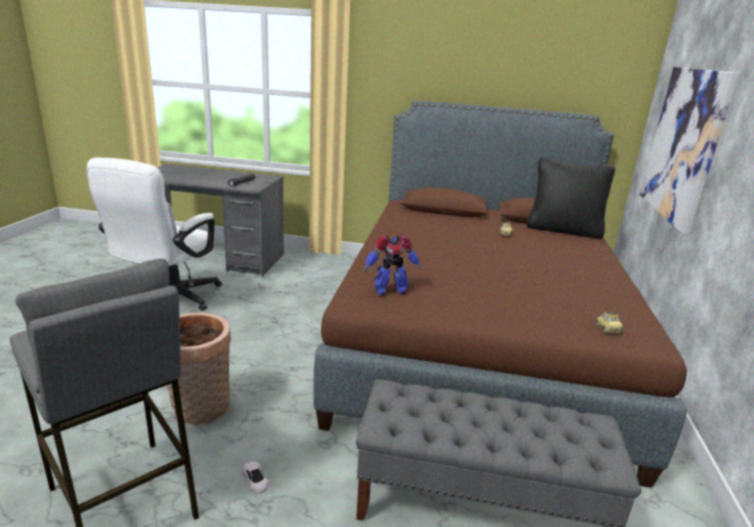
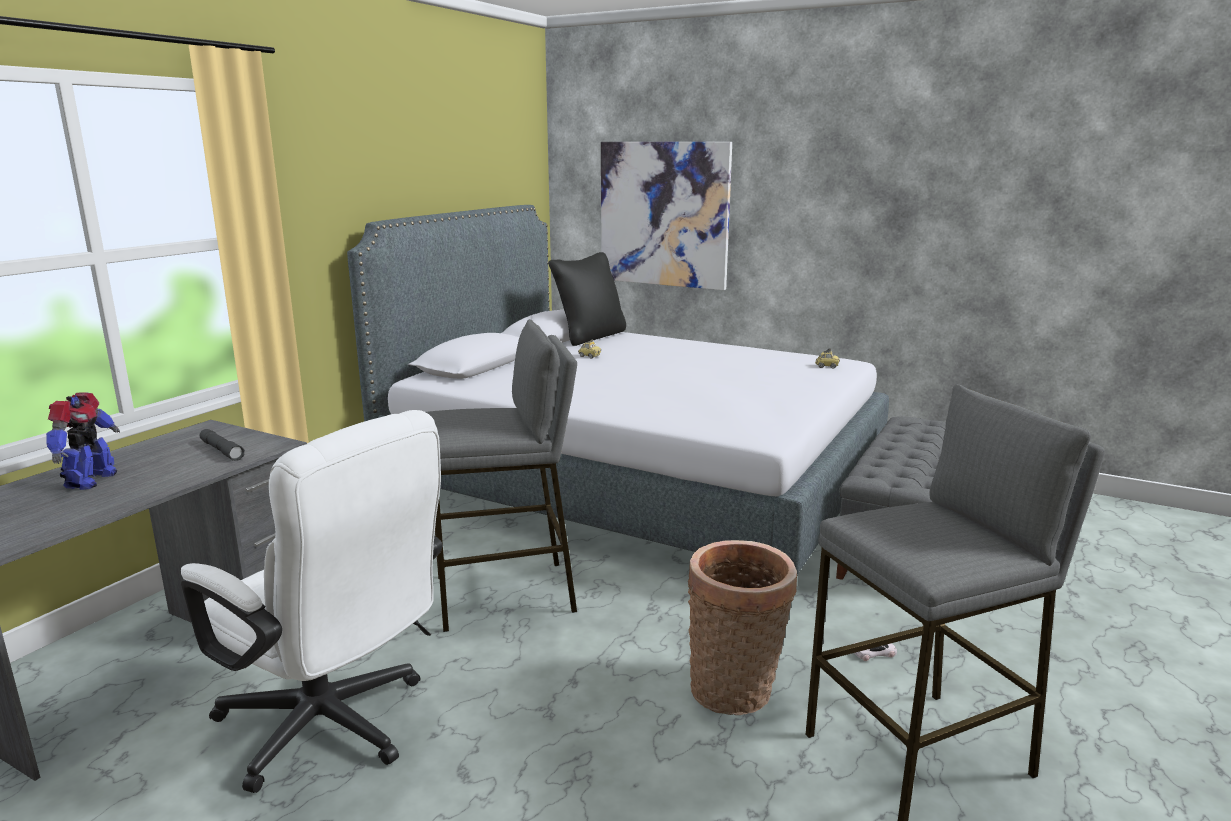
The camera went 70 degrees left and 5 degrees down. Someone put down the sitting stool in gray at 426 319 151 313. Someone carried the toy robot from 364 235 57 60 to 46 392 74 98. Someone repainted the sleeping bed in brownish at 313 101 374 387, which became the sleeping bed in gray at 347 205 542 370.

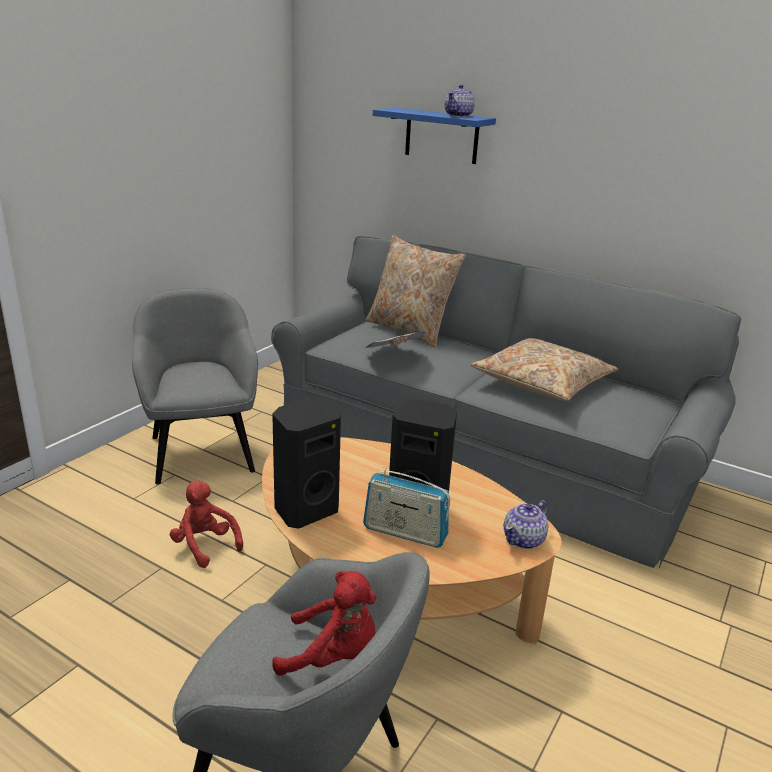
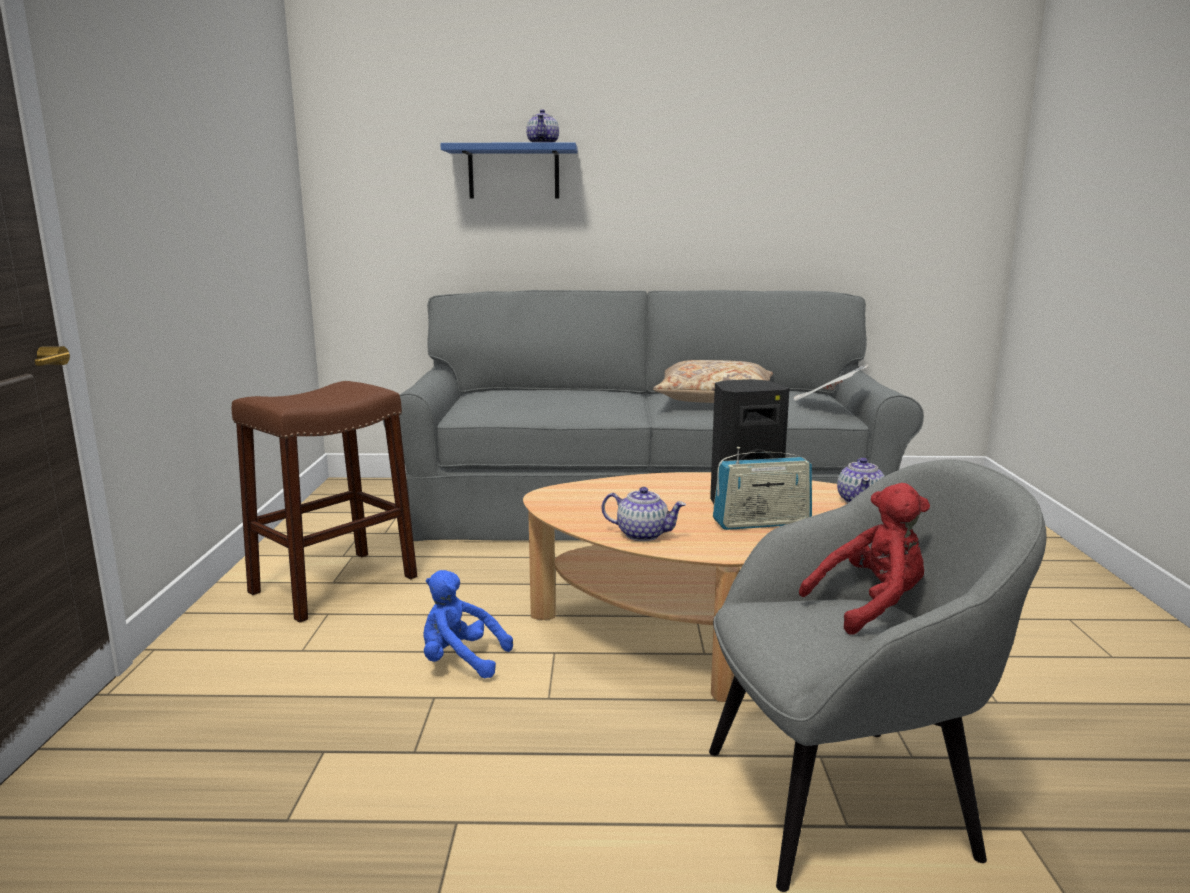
The camera went 30 degrees left and 10 degrees down. Someone took away the throw pillow in beige-coloured at 365 235 101 113. Someone carried the printed paper from 366 332 61 16 to 794 364 74 37. Someone swapped the armchair in gray at 132 288 126 196 for the sitting stool in brownish at 232 381 185 242. Someone swapped the loudspeaker in black-coloured at 272 400 69 128 for the tea pot at 602 487 84 54. Someone repainted the plush toy in red-coloured at 170 481 73 87, which became the plush toy in blue at 423 570 90 108.

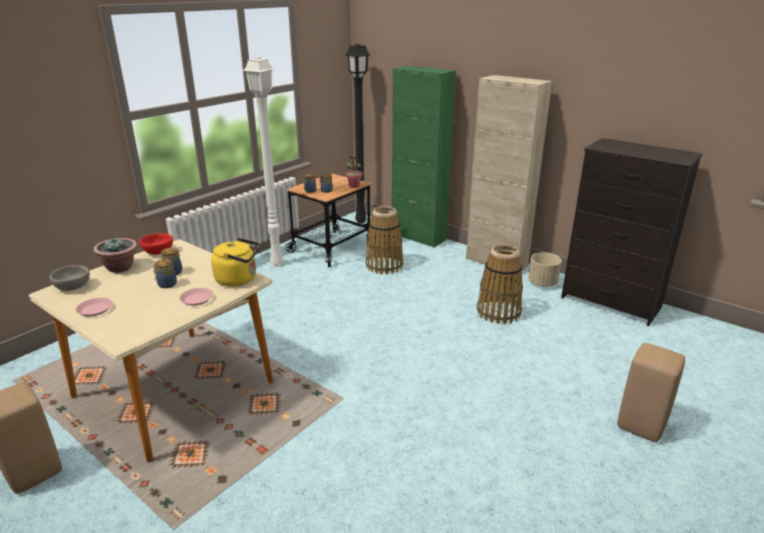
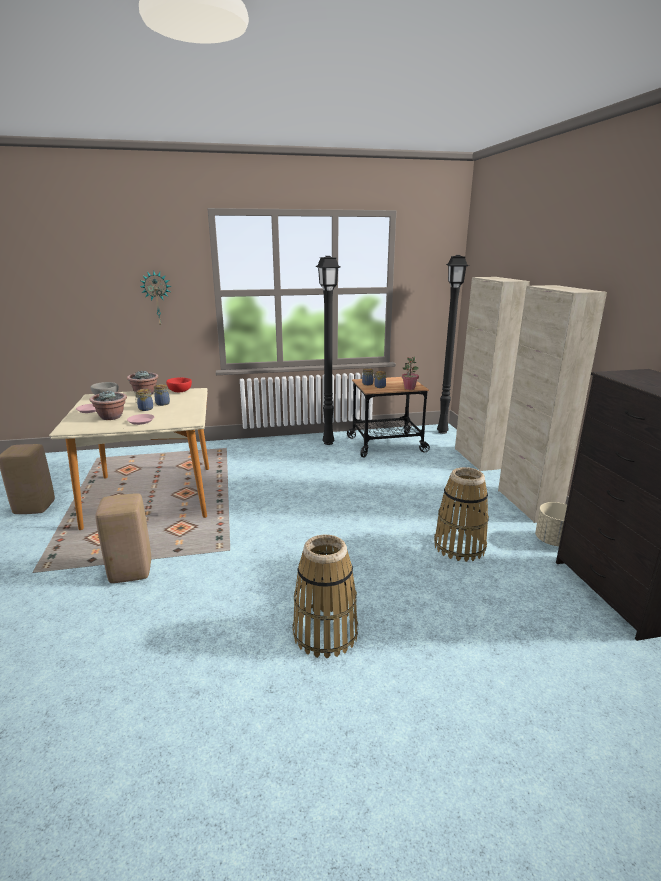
The camera went 40 degrees right and 5 degrees down. Someone took away the kettle in yellow at 211 238 49 49. Someone put down the houseplant at 90 391 37 29. Someone put up the wall clock at 140 271 31 56. Someone carried the household basket from 366 206 37 68 to 292 535 66 123. Someone carried the sitting stool in beige-coloured from 617 343 68 99 to 95 493 56 90. Someone repainted the standard lamp in white-coloured at 242 57 41 210, which became the standard lamp in black-coloured at 315 256 25 189. Someone repainted the cabinet in greenish at 392 66 64 182, which became the cabinet in beige-coloured at 455 277 75 194.

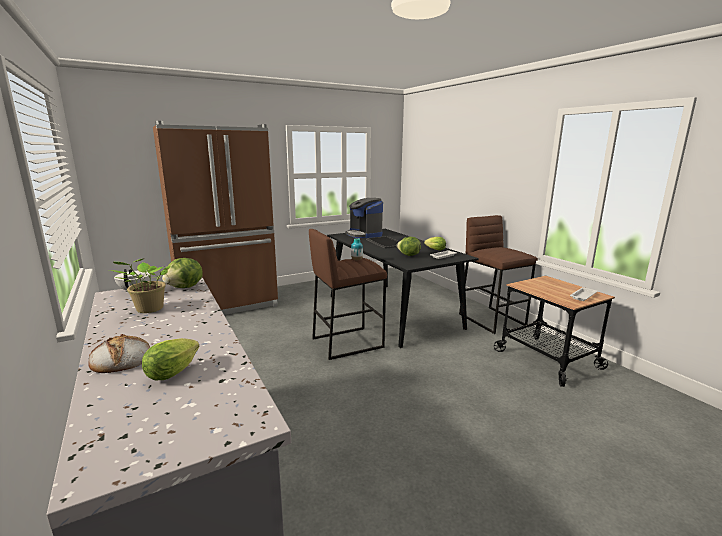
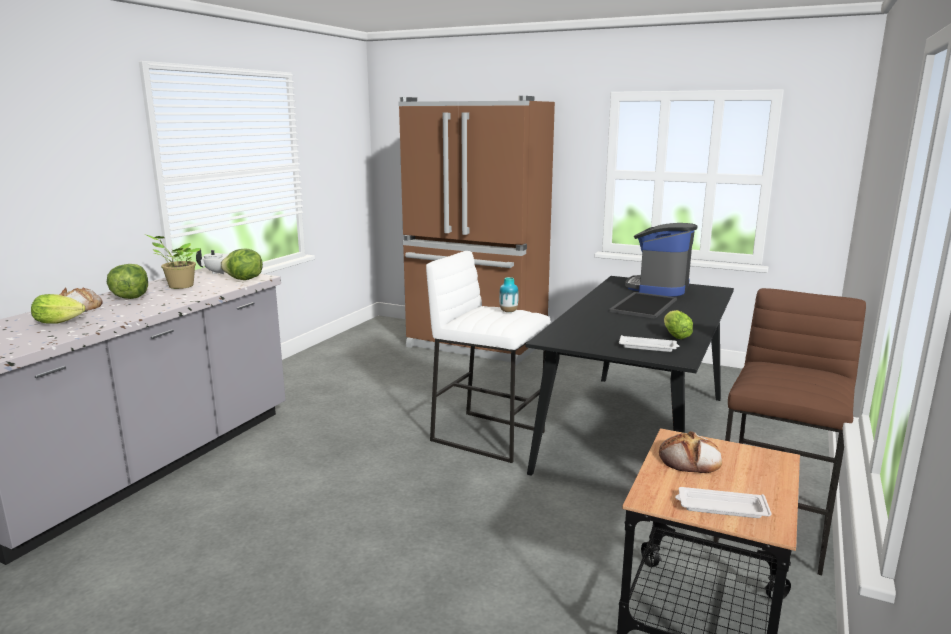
The camera went 55 degrees right and 0 degrees up. Someone put down the bread at 659 431 63 42. Someone carried the head of lettuce from 397 237 24 19 to 107 264 41 35. Someone repainted the sitting stool in brownish at 309 229 78 131, which became the sitting stool in white-coloured at 426 251 125 212.

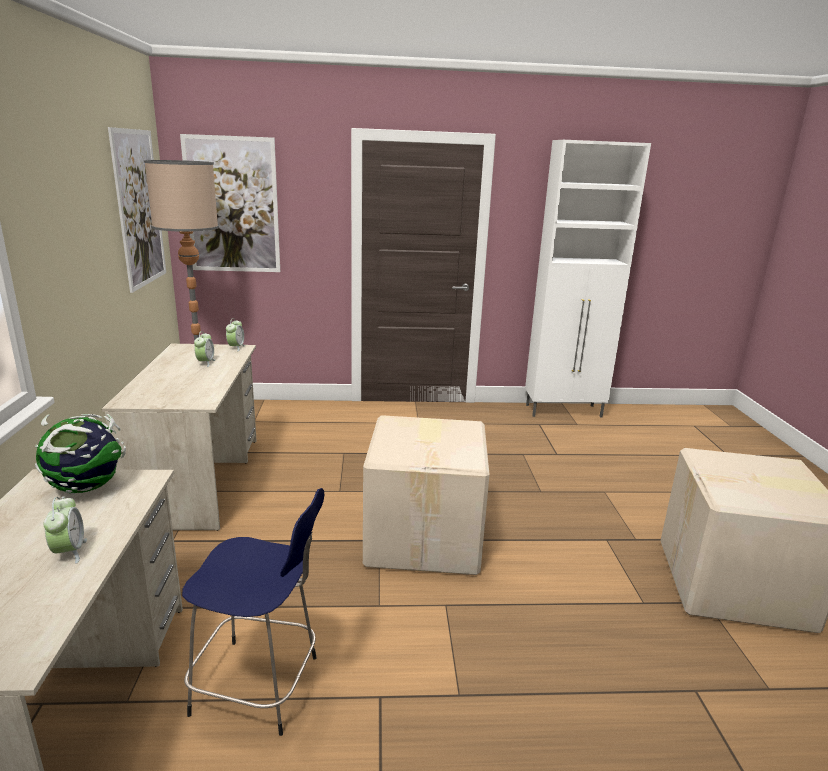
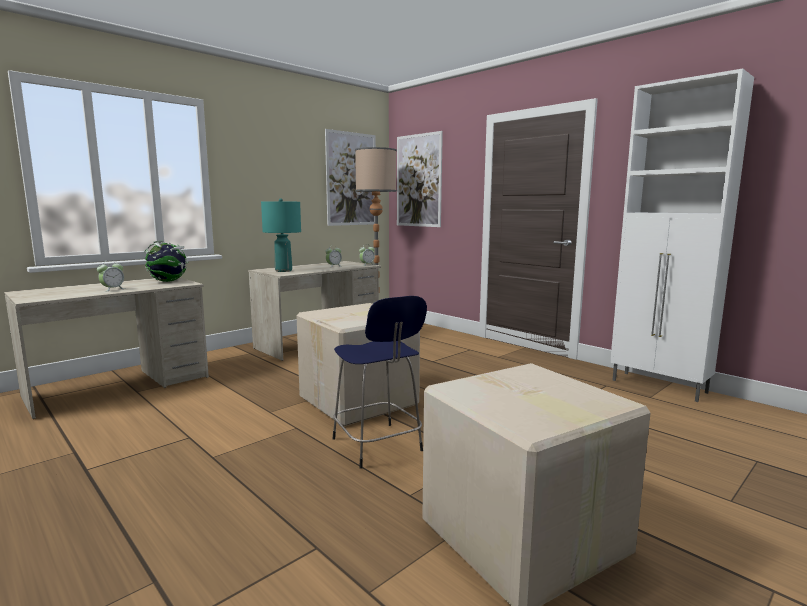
The camera went 50 degrees right and 10 degrees down. Someone put down the table lamp in turquoise-coloured at 261 199 40 73. Someone carried the sitting stool in blue from 182 488 142 248 to 332 296 95 173.

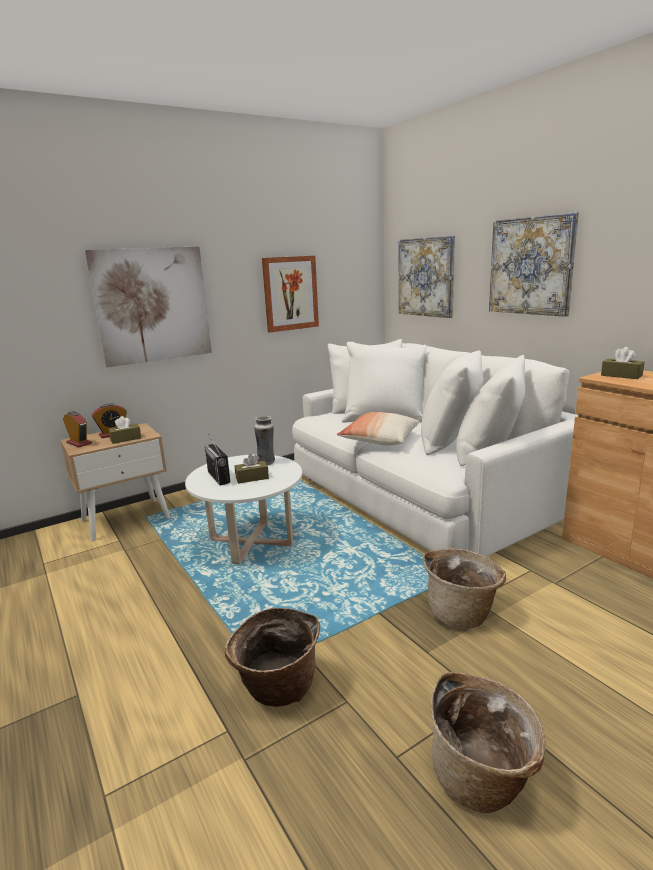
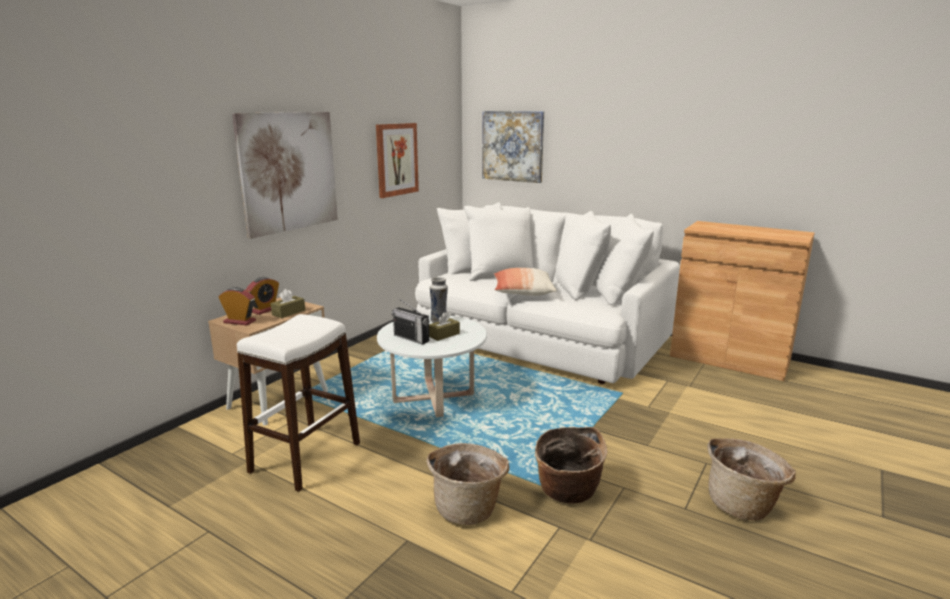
The camera went 25 degrees left and 0 degrees up. Someone took away the wall picture at 489 212 90 105. Someone took away the box of tissues in brownish at 601 347 44 32. Someone put down the sitting stool in white-coloured at 237 314 123 178. Someone carried the household basket from 423 548 83 81 to 426 443 83 82.

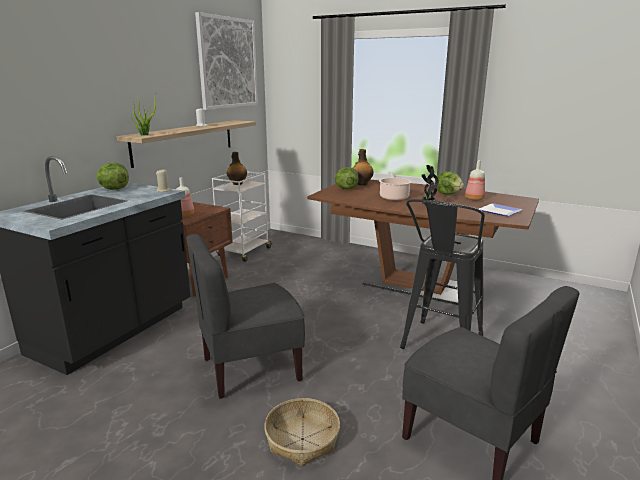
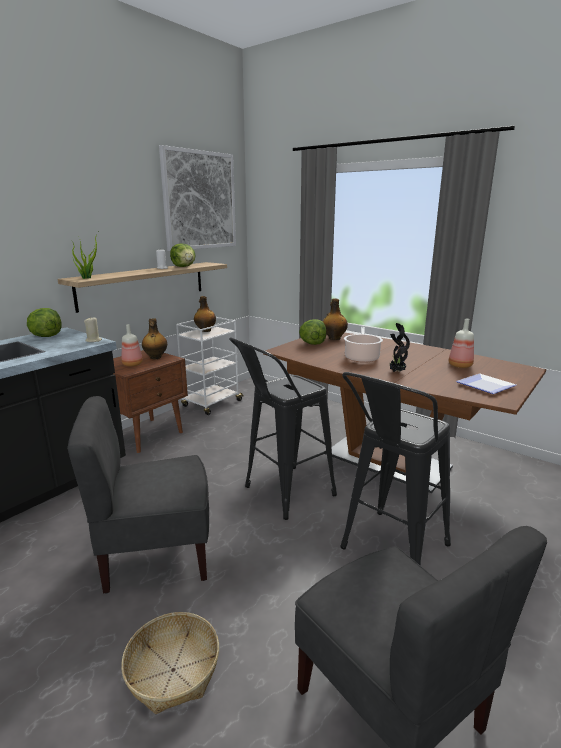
The camera went 10 degrees right and 0 degrees up. Someone put down the drink bottle at 142 318 25 41. Someone put down the sitting stool in black-coloured at 229 337 108 183. Someone carried the head of lettuce from 436 171 28 24 to 170 243 26 24.

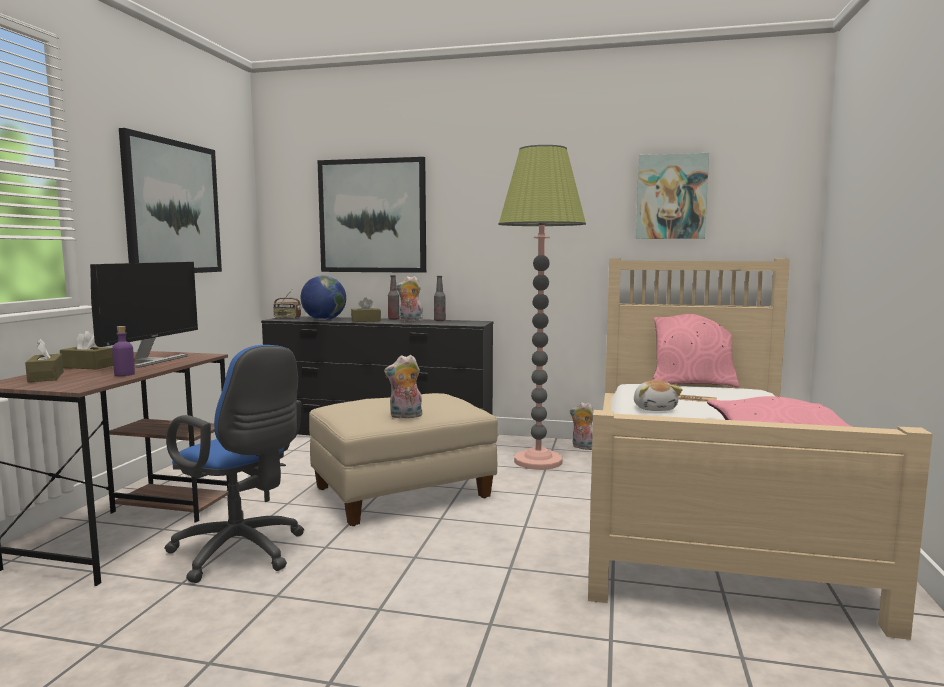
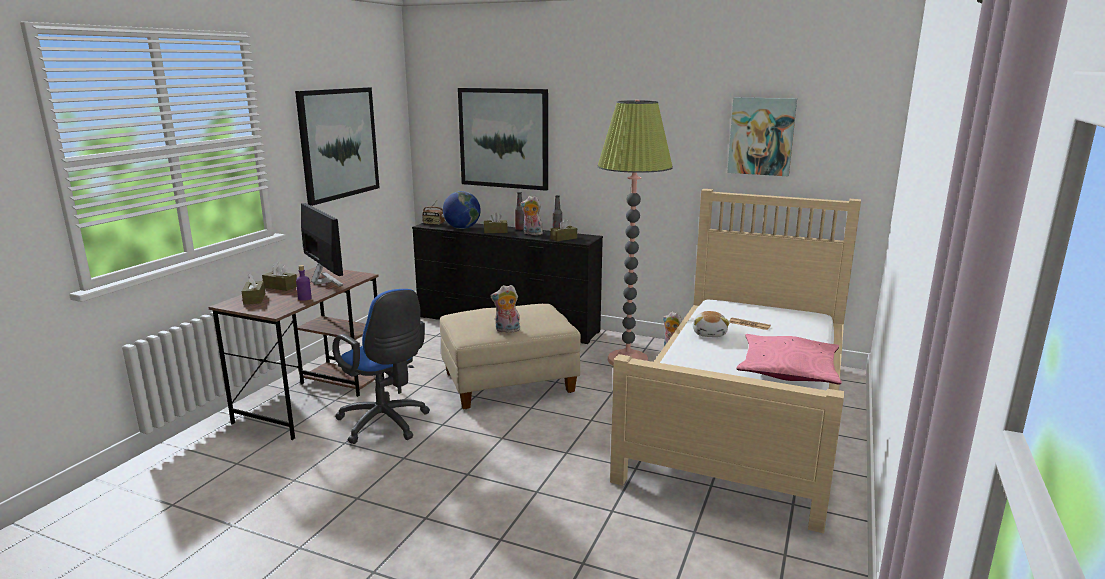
The camera went 10 degrees right and 10 degrees up. Someone took away the throw pillow in pinkish at 652 305 87 82. Someone put down the box of tissues in brownish at 550 218 27 23. Someone rotated the monitor at 90 262 108 105 by 60 degrees counterclockwise.

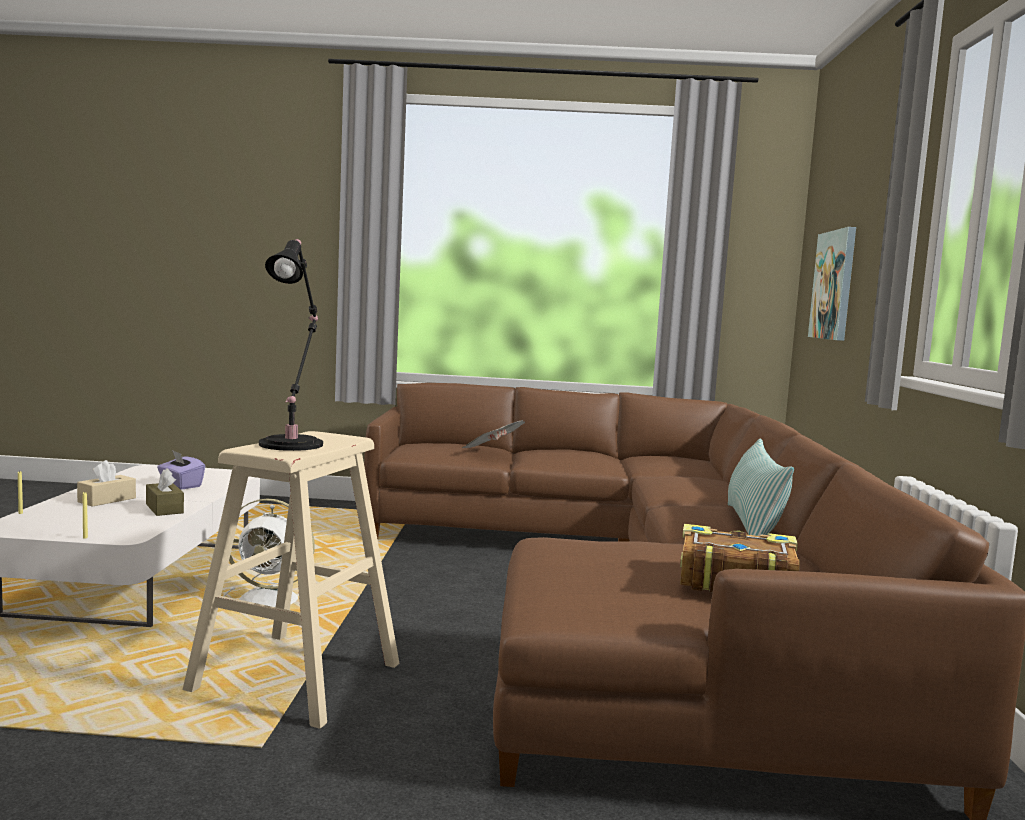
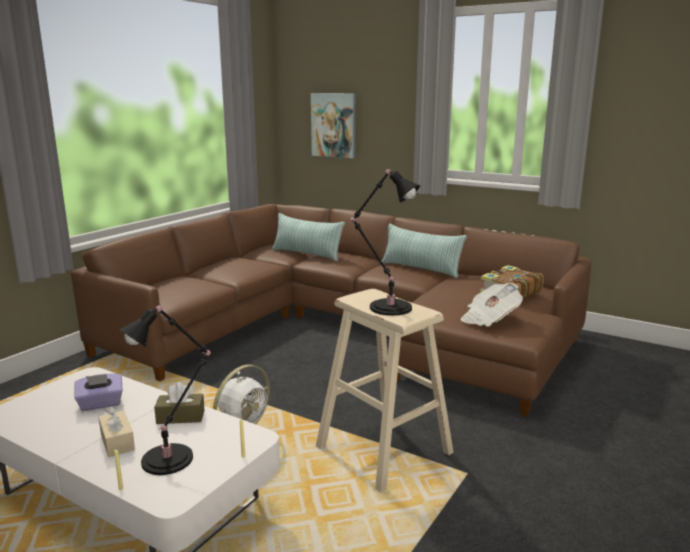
The camera went 60 degrees left and 10 degrees up. Someone put down the table lamp in black-coloured at 119 304 92 171. Someone put down the throw pillow at 272 213 73 48. Someone carried the printed paper from 462 420 63 28 to 461 283 62 44.

